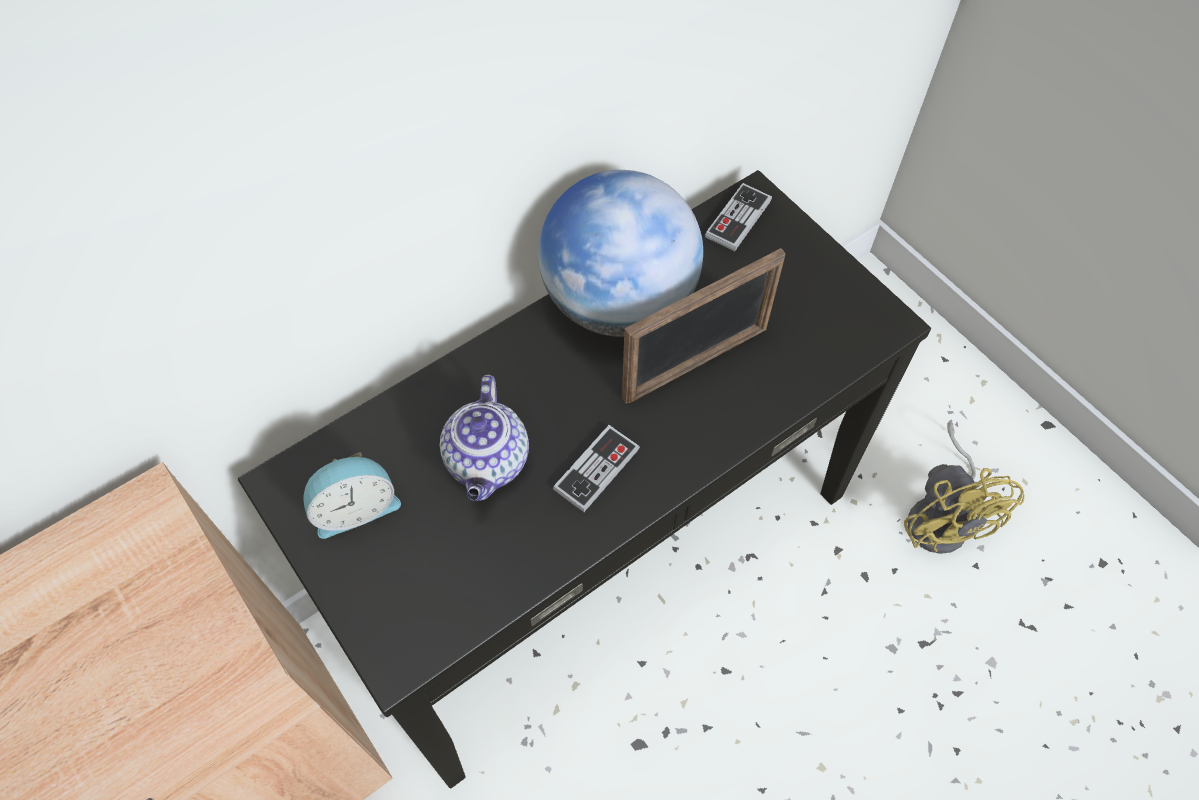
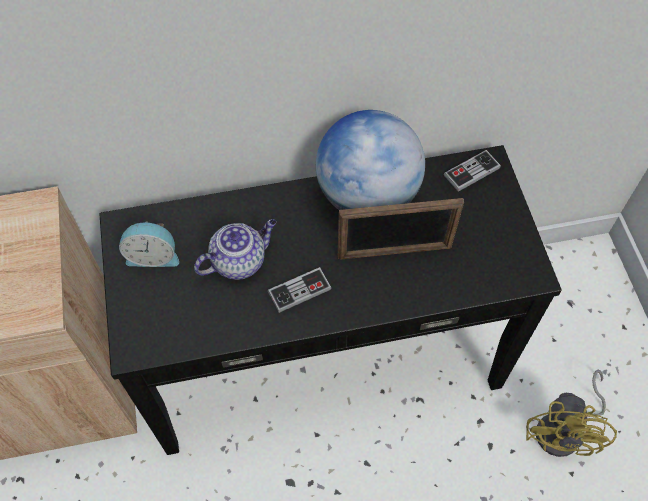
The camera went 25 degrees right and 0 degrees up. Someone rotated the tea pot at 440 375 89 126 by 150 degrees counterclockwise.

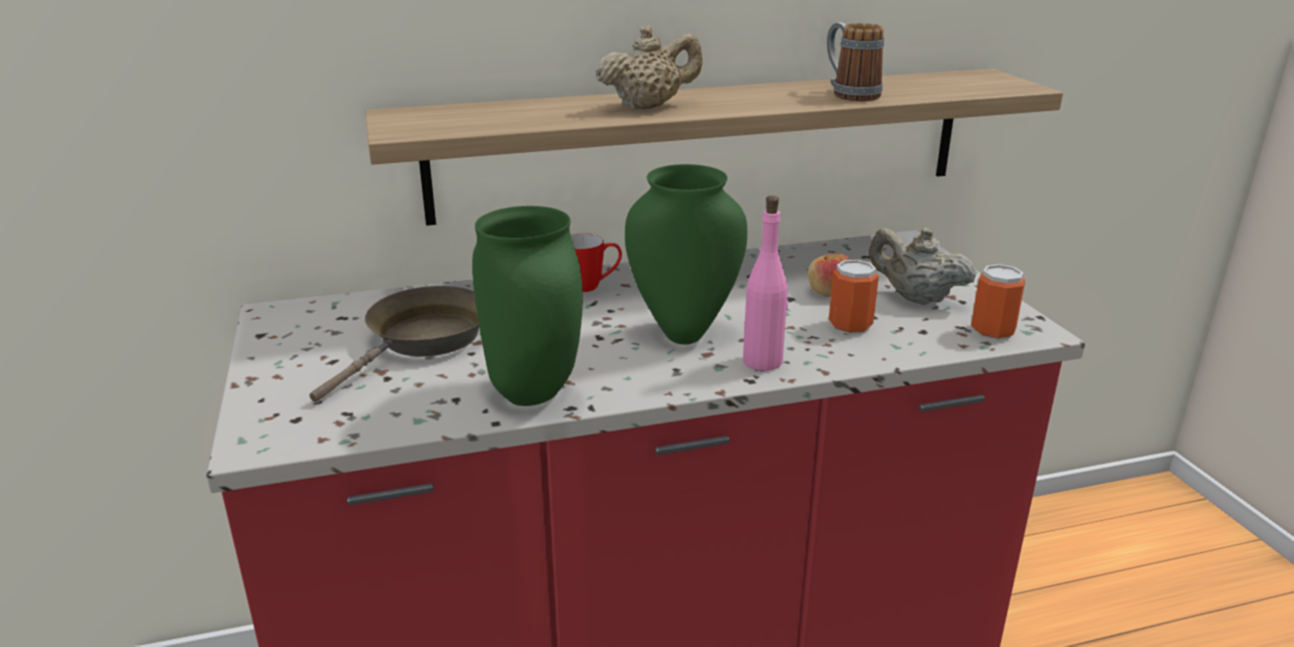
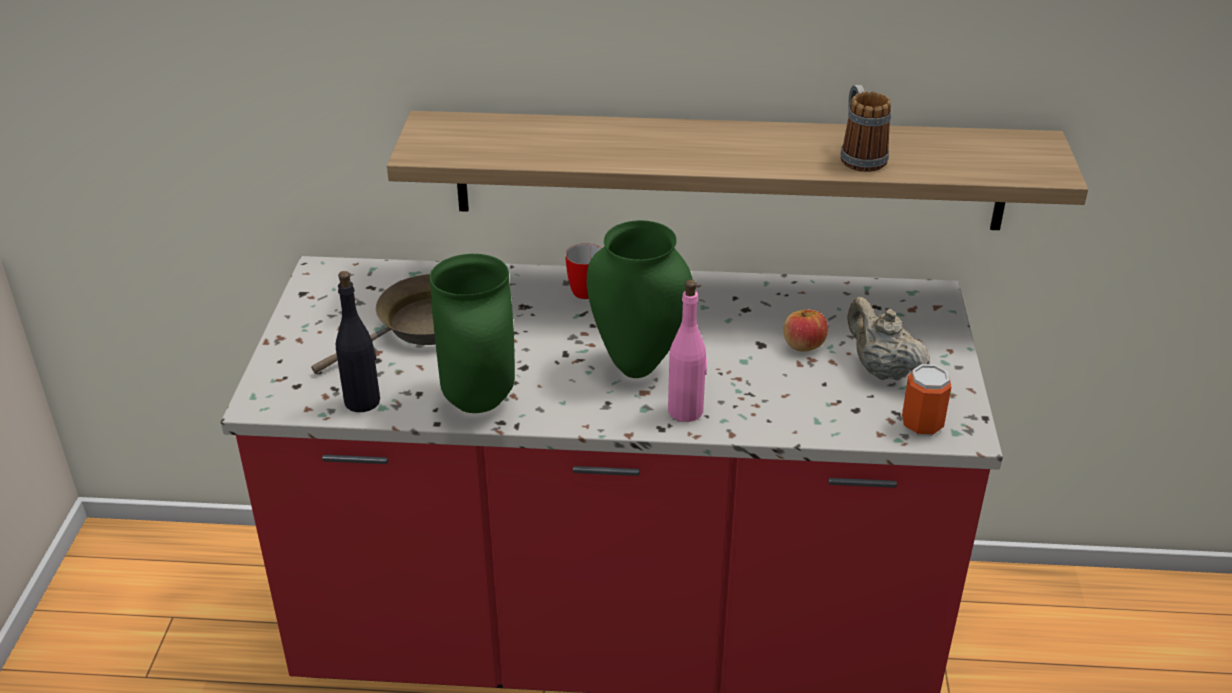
The camera went 20 degrees right and 10 degrees up. Someone took away the tea pot in beige-coloured at 596 25 107 84. Someone took away the sealed can at 829 259 50 75. Someone put down the drink bottle in black-coloured at 336 271 44 141.

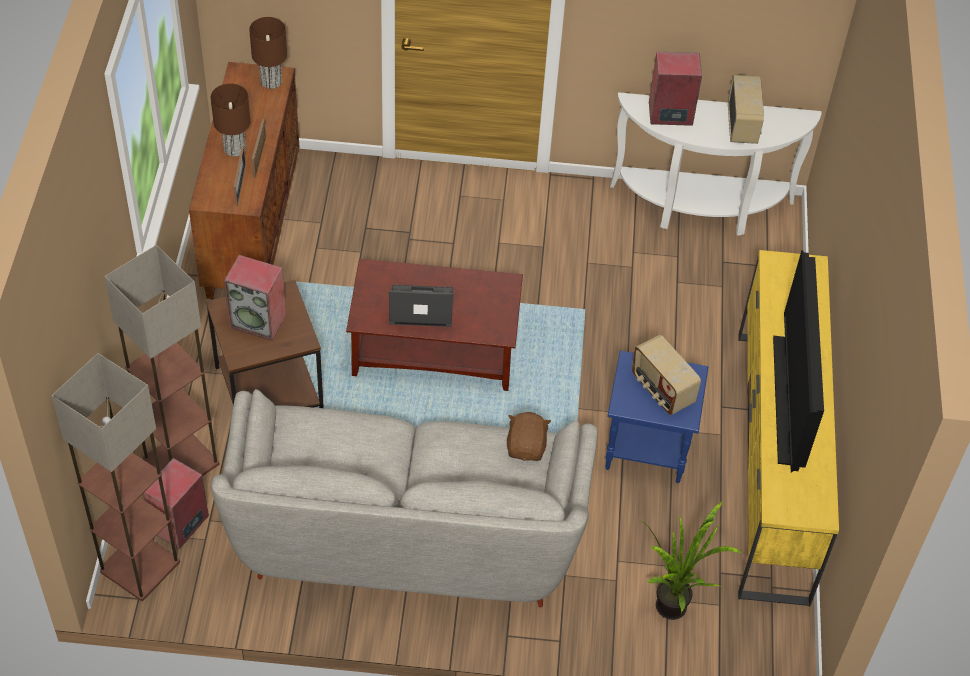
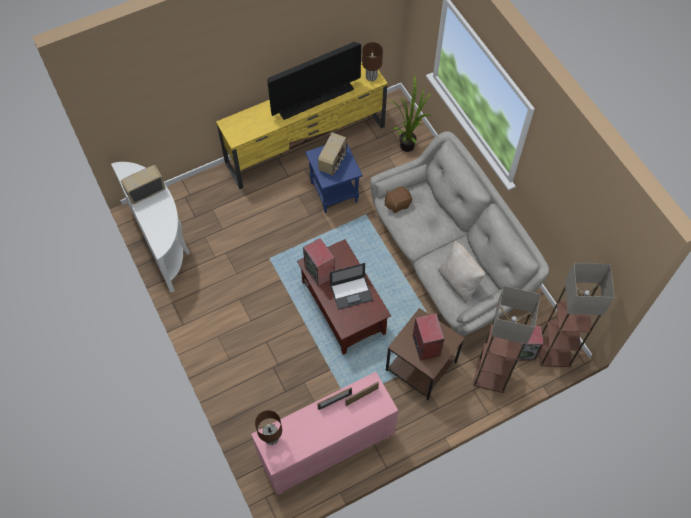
The camera went 120 degrees left and 10 degrees up. Someone put down the throw pillow in beige-coloured at 438 241 47 62. Someone carried the table lamp in brownish from 211 84 39 73 to 362 42 21 39. Someone carried the loudspeaker from 649 52 53 74 to 303 238 32 49. Someone repainted the cabinet in brownish at 189 62 110 237, which became the cabinet in pinkish at 251 372 147 122. Someone rotated the notebook computer at 389 285 64 42 by 75 degrees counterclockwise.

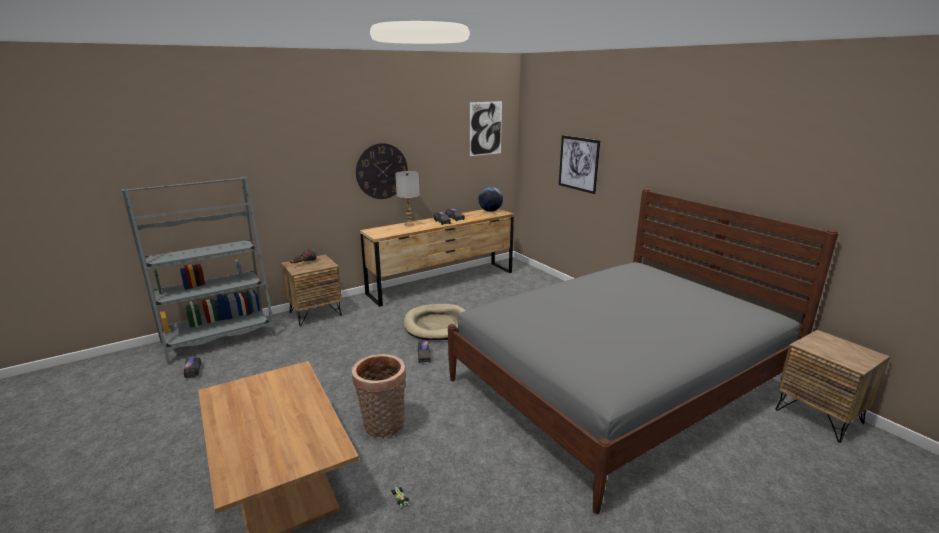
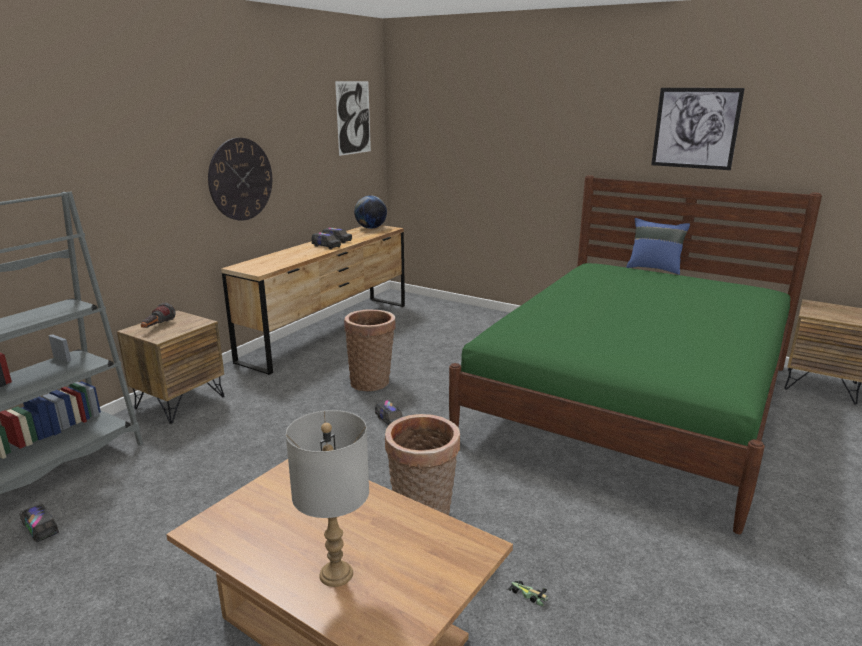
The camera went 25 degrees left and 0 degrees up. Someone put down the throw pillow in blue at 626 218 64 57. Someone carried the table lamp in gray from 395 171 25 55 to 286 410 83 177. Someone carried the wall picture from 559 135 41 59 to 651 88 94 82. Someone swapped the pet bed in beige-coloured at 404 304 62 36 for the household basket at 344 309 52 82. Someone repainted the sleeping bed in gray at 448 189 390 325, which became the sleeping bed in greenish at 449 175 373 359.

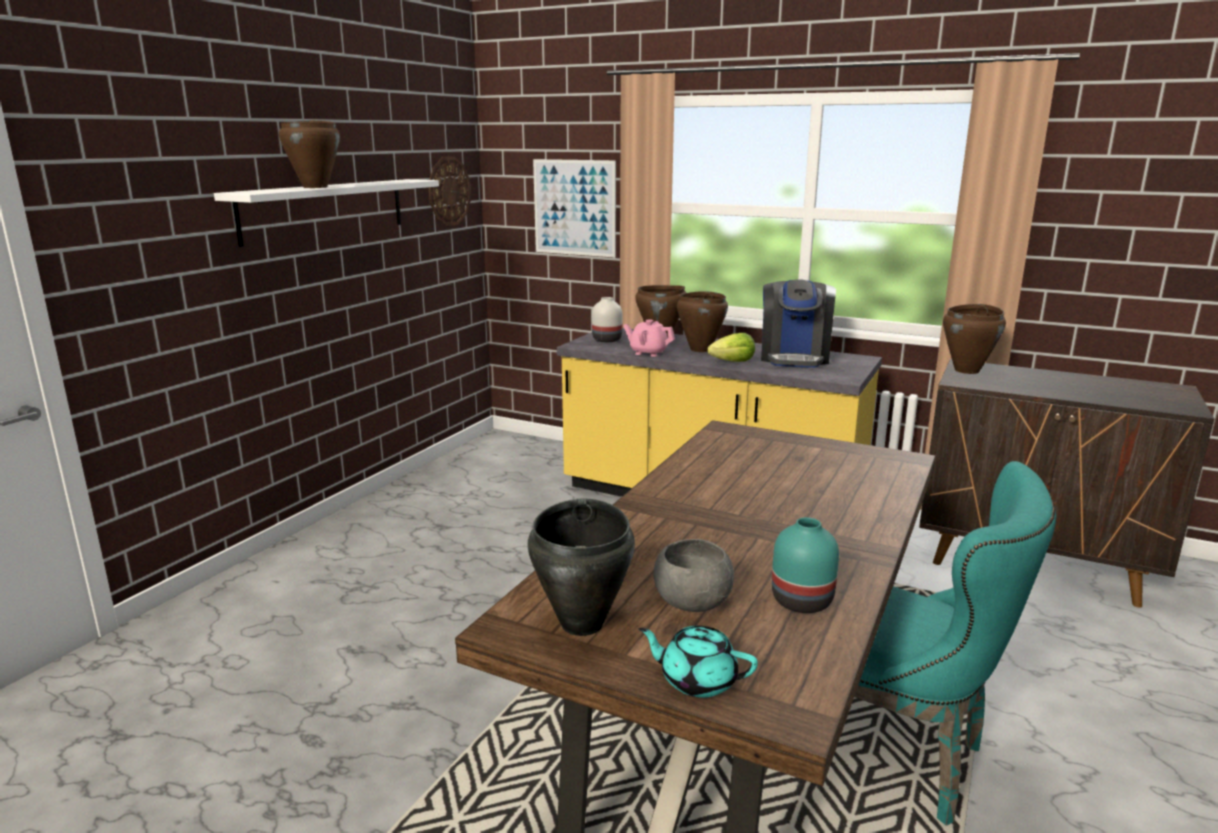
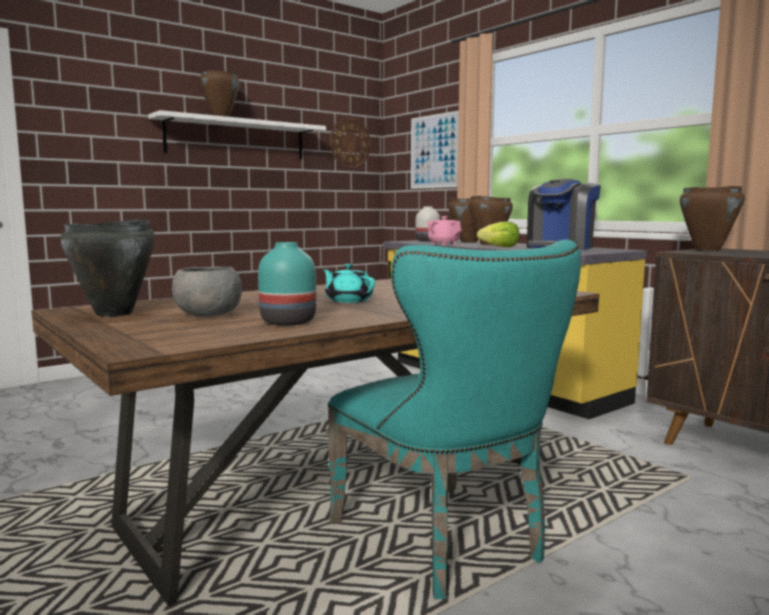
The camera went 25 degrees right and 10 degrees down. Someone carried the tea pot in turquoise-coloured from 639 626 119 72 to 322 264 53 39.

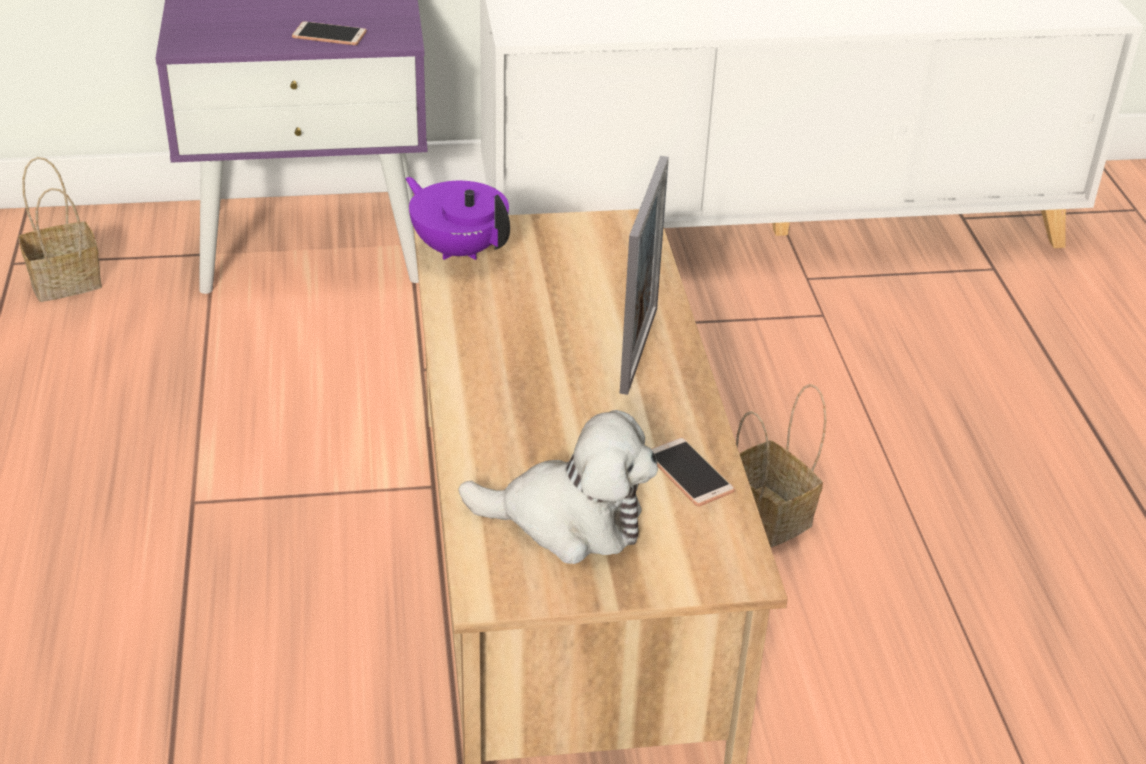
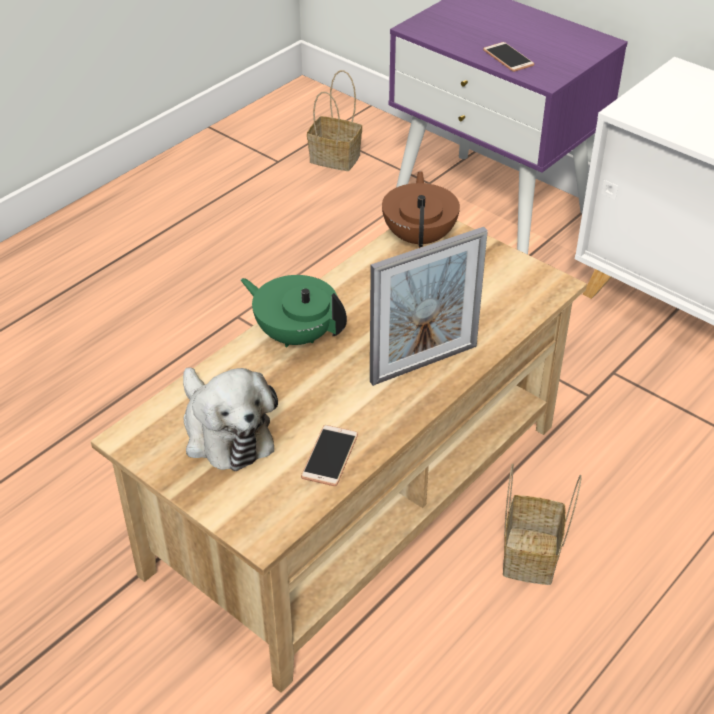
The camera went 50 degrees right and 5 degrees up. Someone put down the tea pot in greenish at 241 275 106 72. Someone repainted the tea pot in purple-coloured at 405 177 105 83, which became the tea pot in brownish at 382 171 78 77.

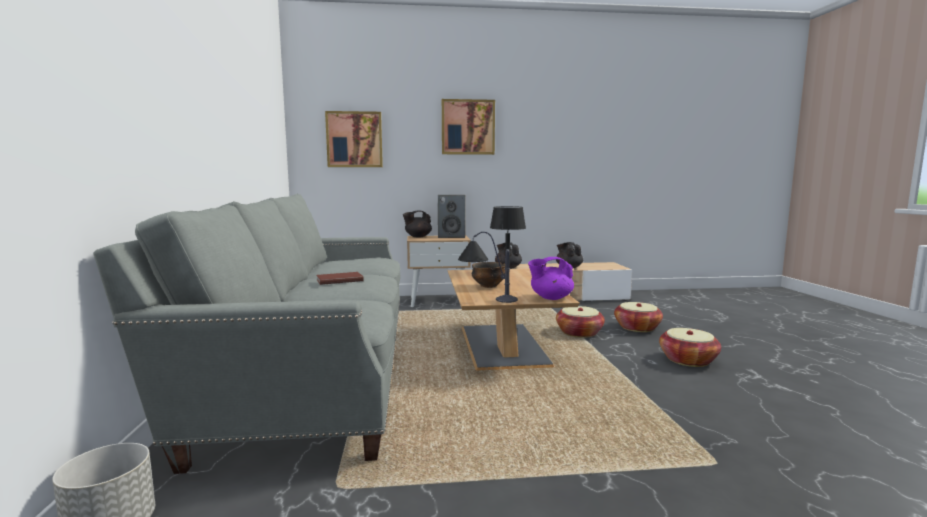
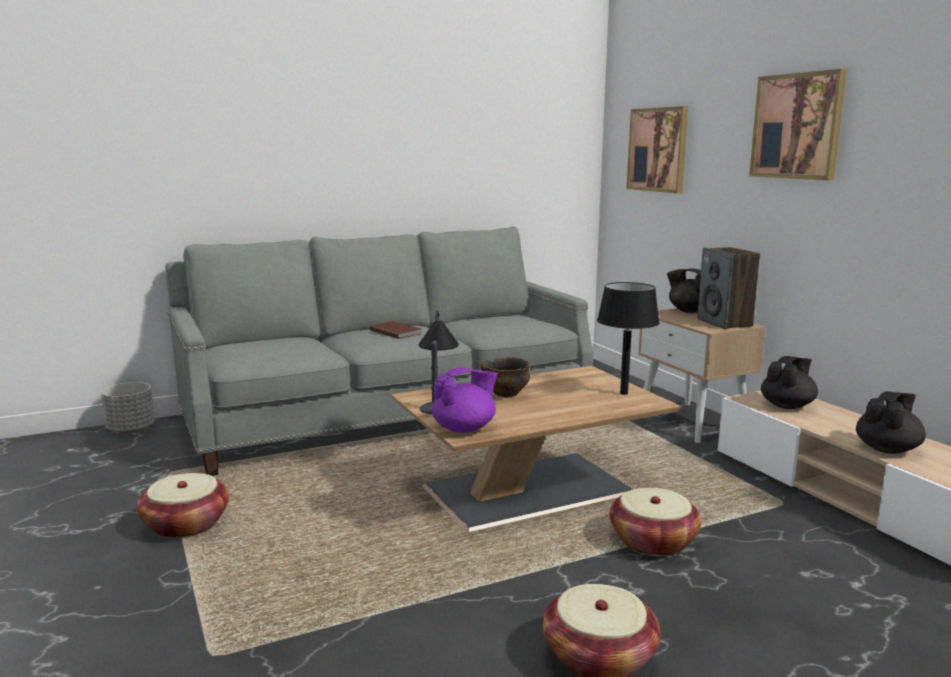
The camera went 70 degrees right and 5 degrees up. Someone carried the household basket from 614 302 49 30 to 137 473 92 65. Someone rotated the tea pot in purple-coloured at 528 257 46 43 by 90 degrees clockwise.

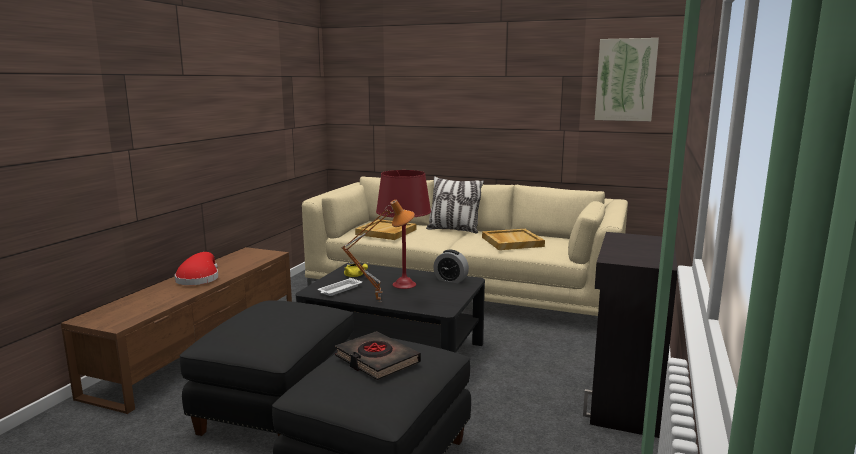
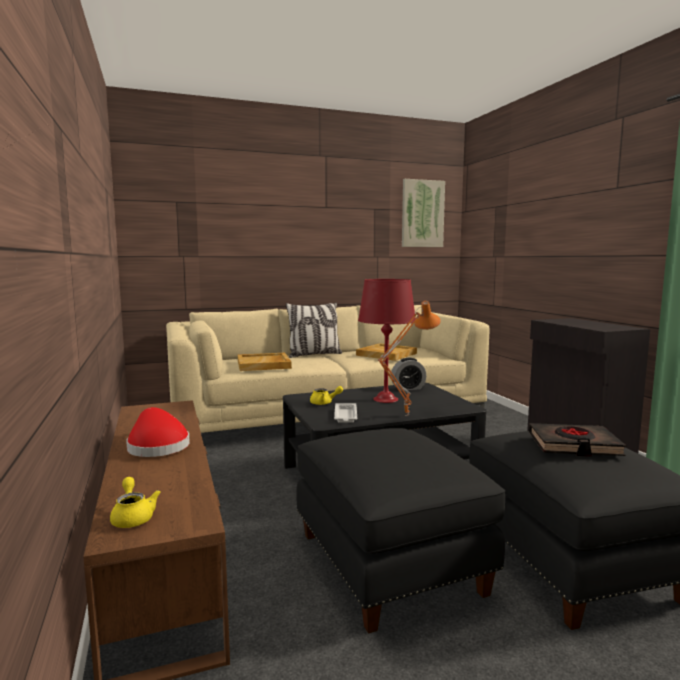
The camera went 40 degrees left and 5 degrees down. Someone put down the tea pot in yellow at 110 477 51 51.

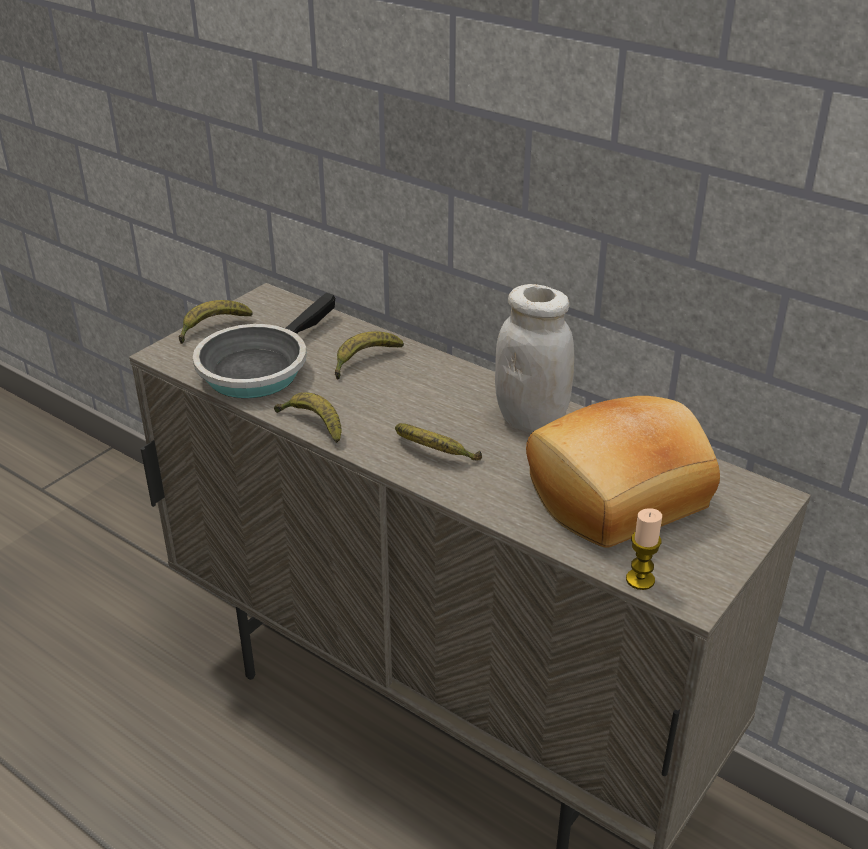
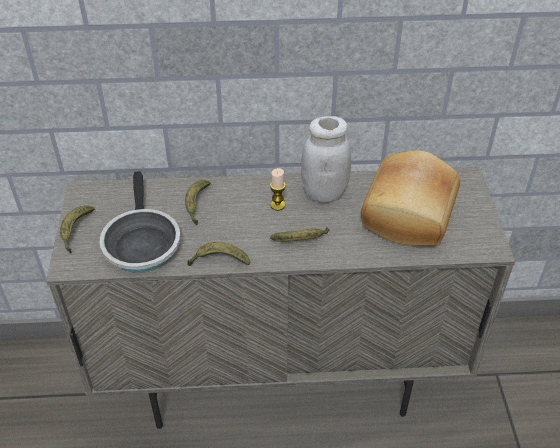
The camera went 40 degrees left and 10 degrees up. Someone carried the candle from 626 508 36 82 to 270 168 16 43.

